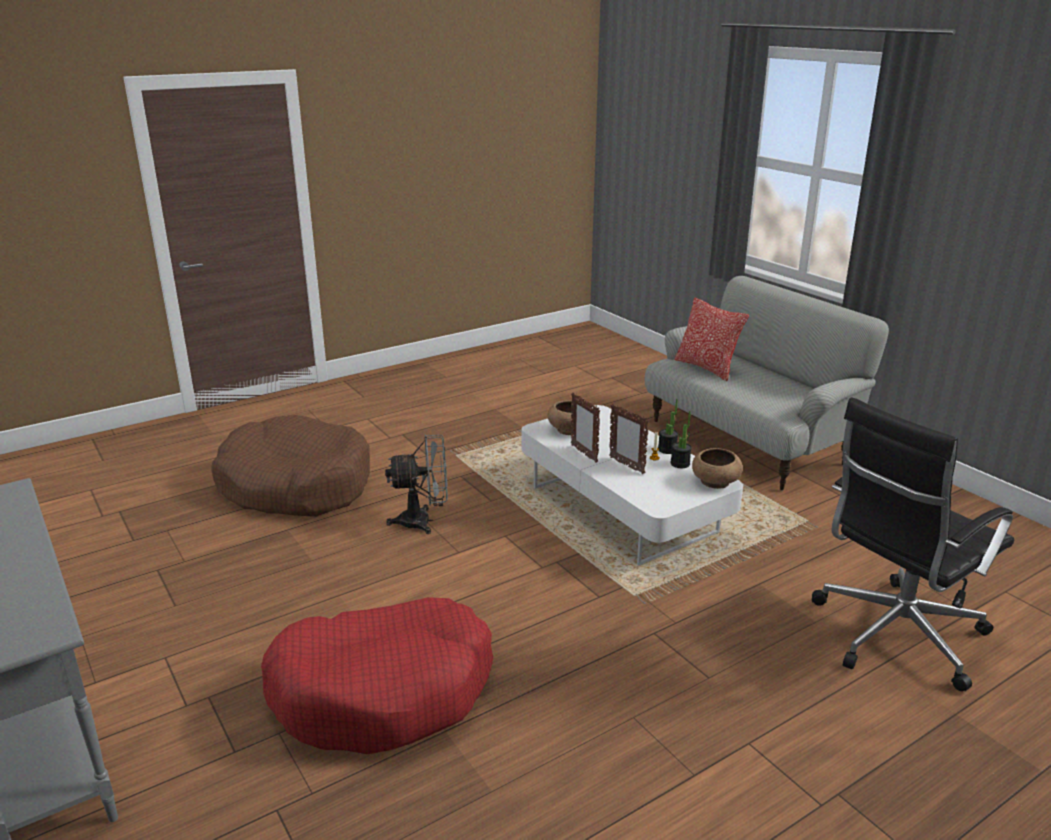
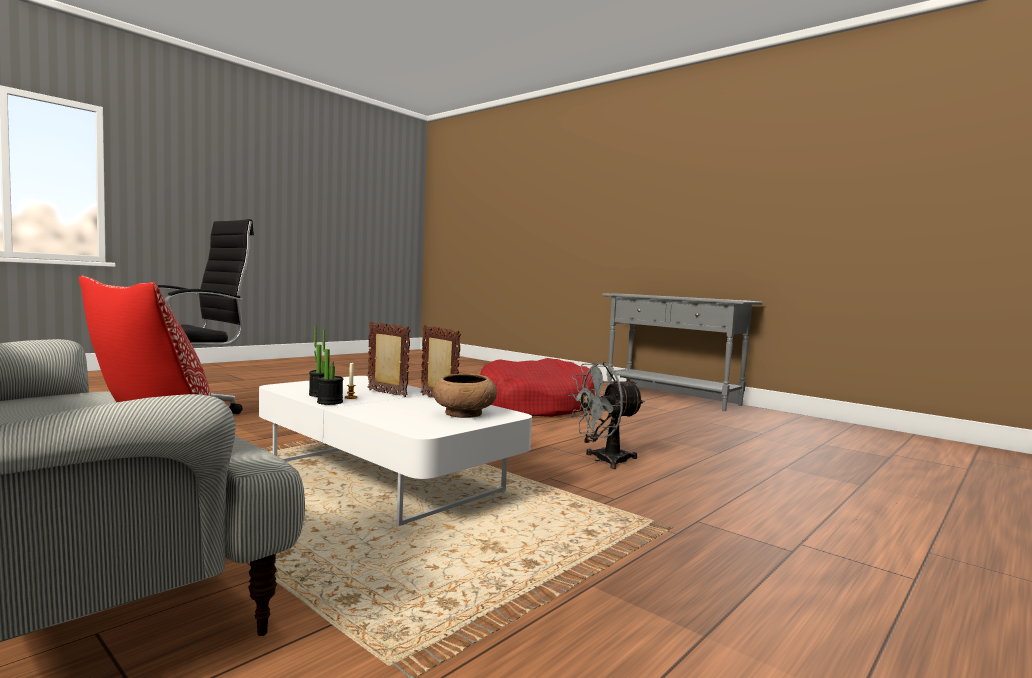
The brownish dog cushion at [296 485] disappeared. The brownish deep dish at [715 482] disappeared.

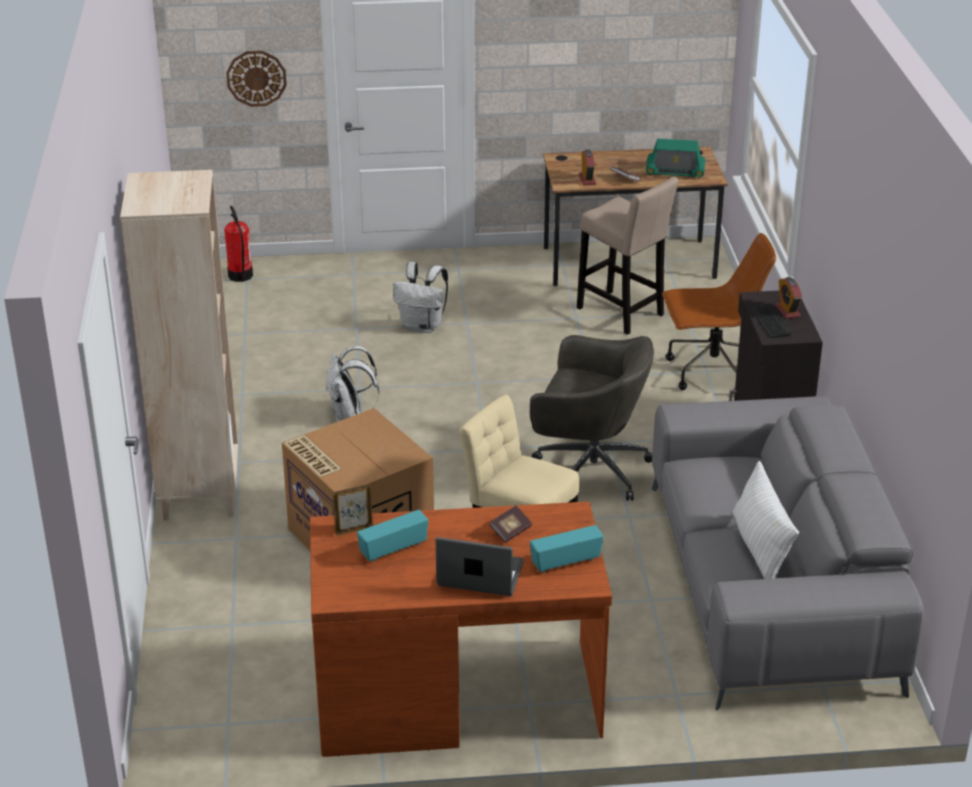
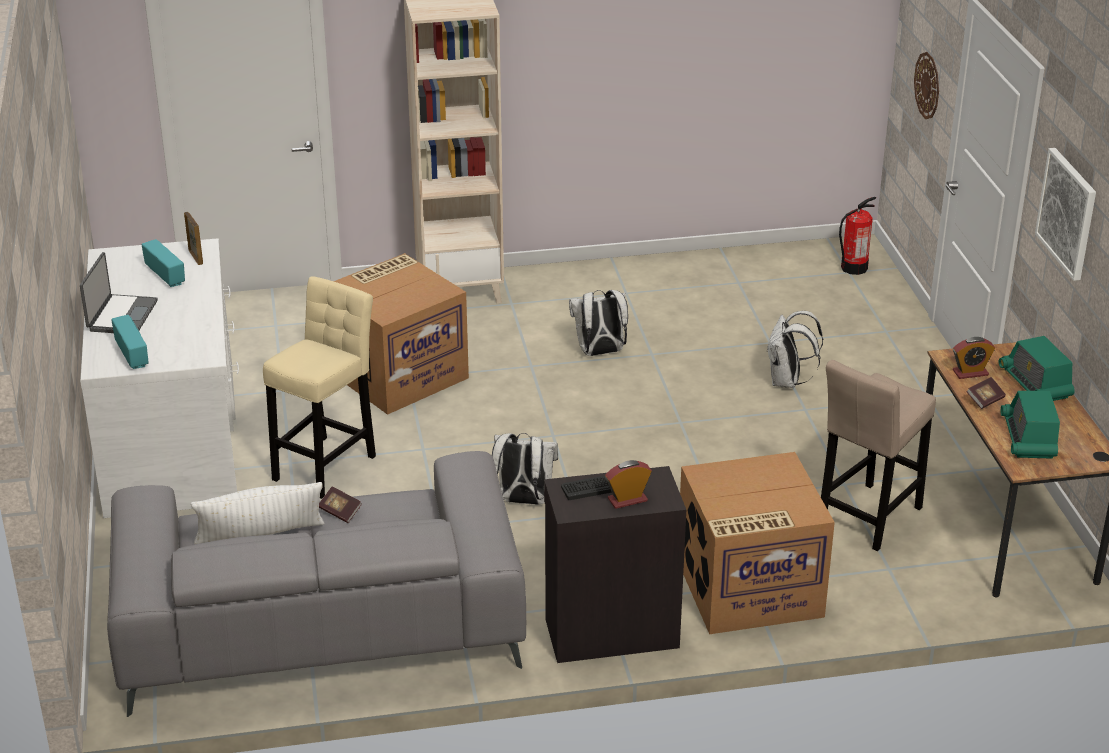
The brownish desk at [456 695] became the white desk at [172 438]. The bound book moved from [510 531] to [340 512]. The greyish desk chair at [588 469] was replaced by the white knapsack at [523 500]. The brownish desk chair at [711 372] was replaced by the cardboard box at [748 589]. The radio receiver at [1035 383] appeared. The wall art at [1067 213] appeared.

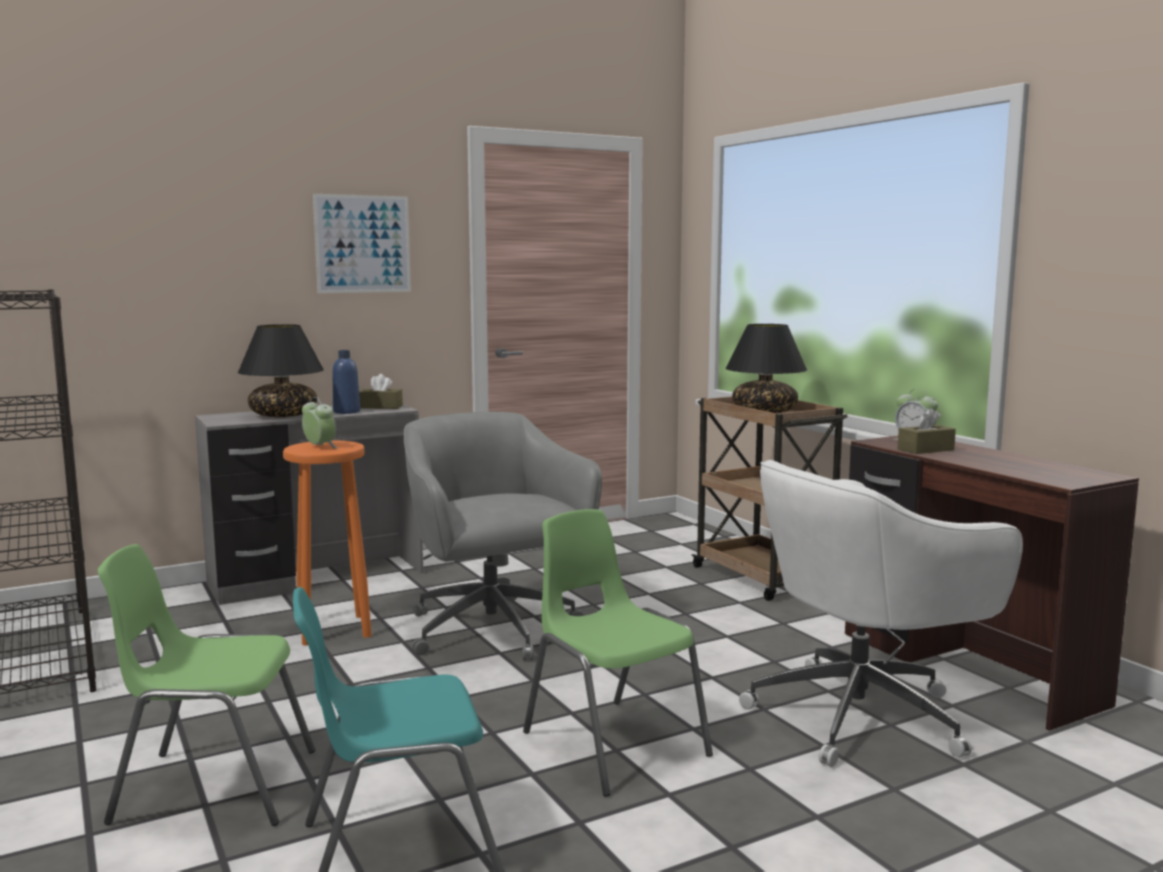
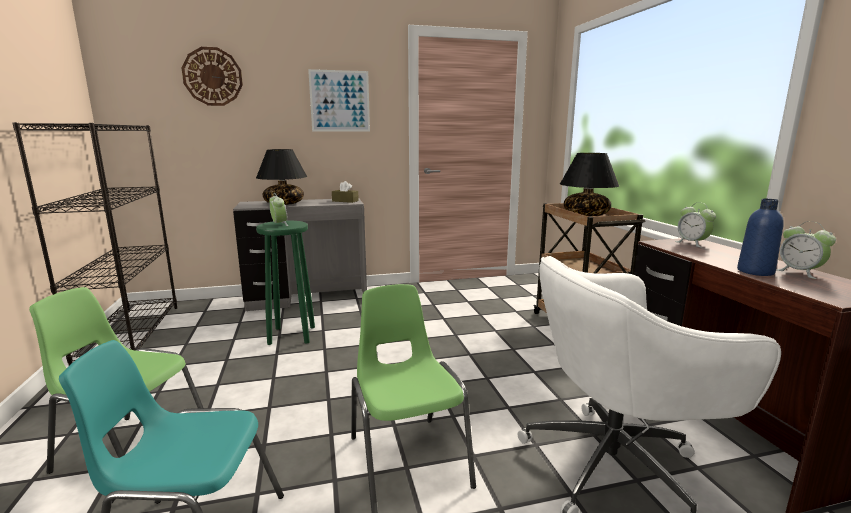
The wall clock at [212 76] appeared. The orangey sitting stool at [332 629] became the green sitting stool at [291 335]. The blue drink bottle moved from [346 412] to [755 271]. The alarm clock at [799 272] appeared. The greyish desk chair at [494 631] disappeared. The brownish box of tissues at [925 449] disappeared.

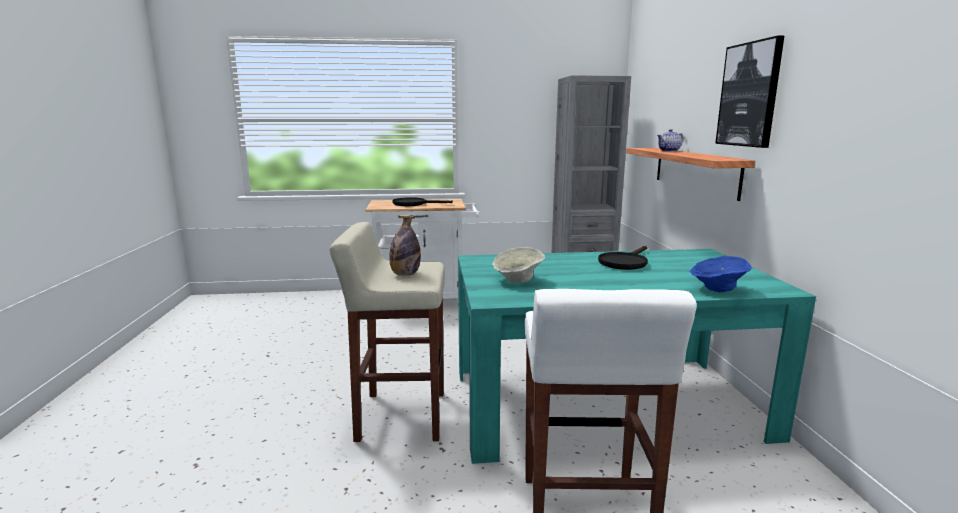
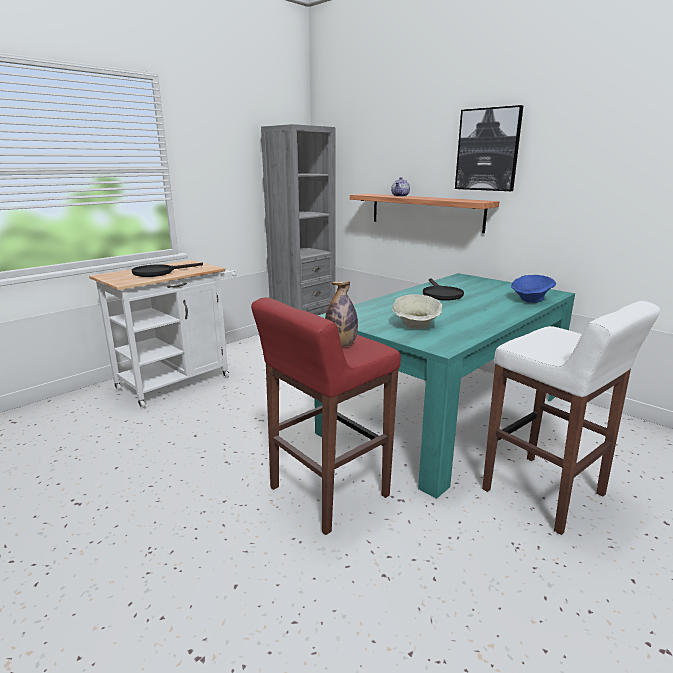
The beige sitting stool at [400 416] became the red-coloured sitting stool at [327 492].

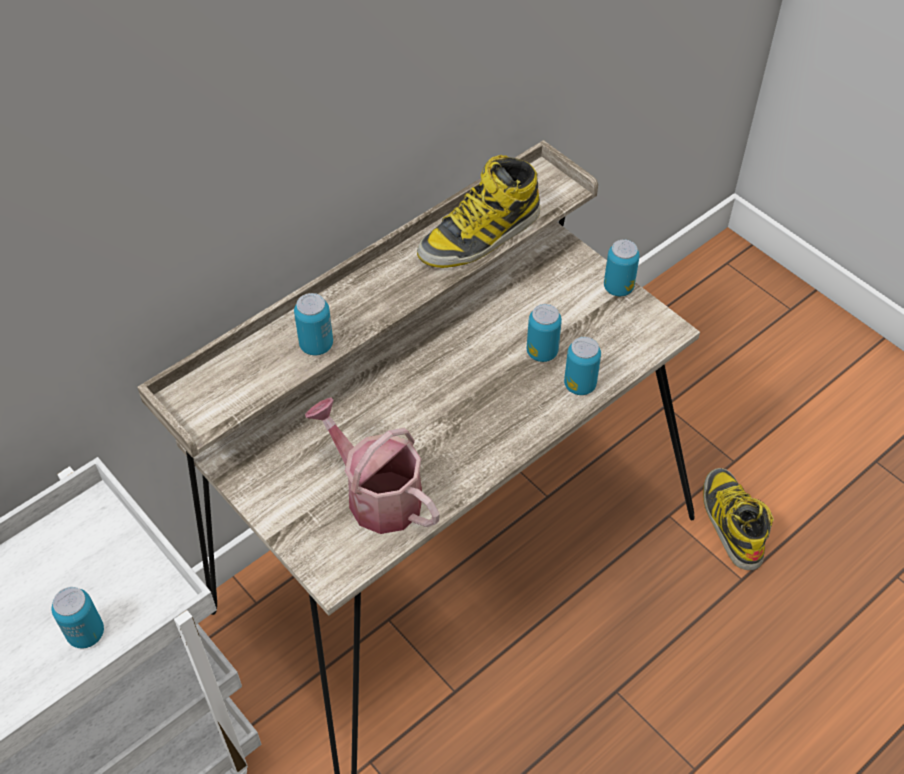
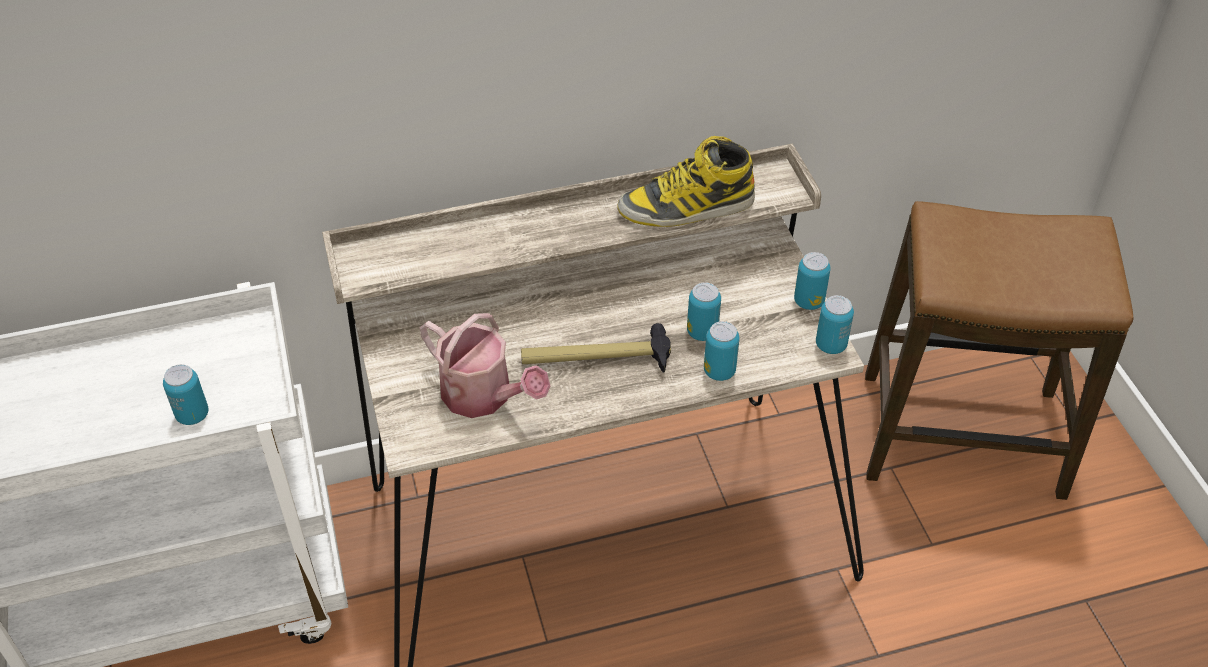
The sprinkling can at [376 494] turned 150 degrees clockwise. The hand hammer at [596 359] appeared. The can moved from [316 345] to [831 345]. The sitting stool at [960 436] appeared. The high-top boot at [731 522] disappeared.

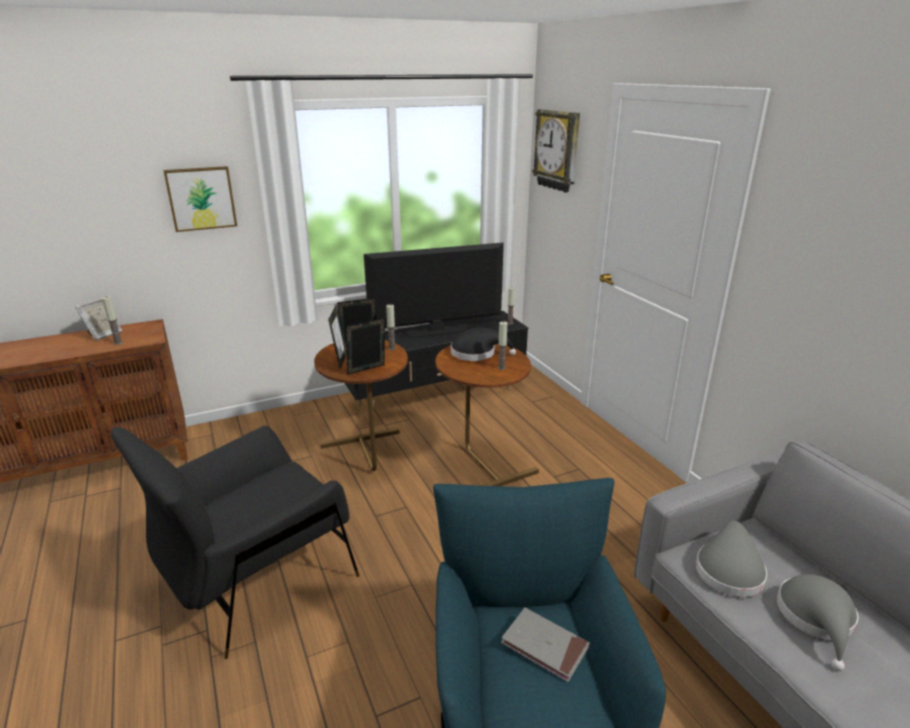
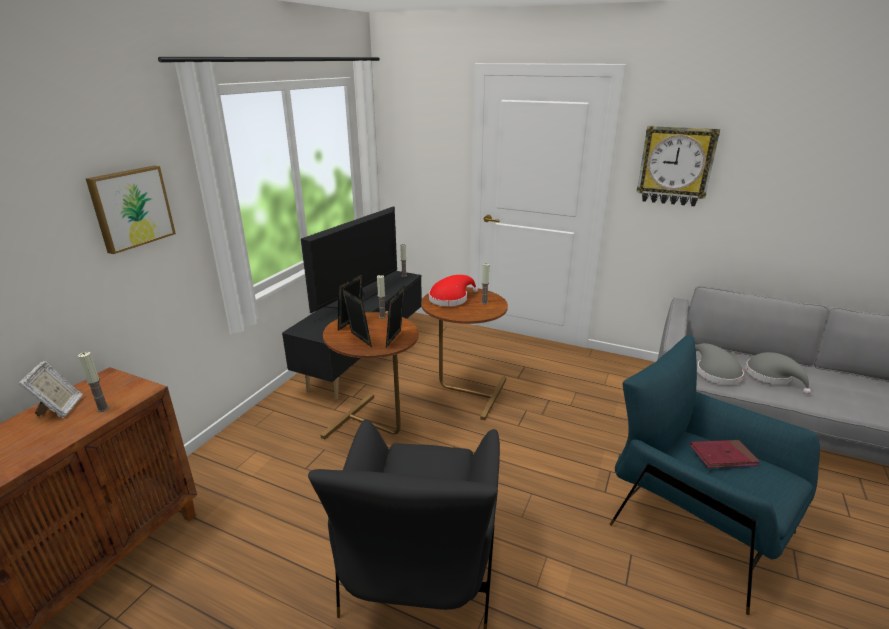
The black-coloured clothing hat at [477 353] became the red-coloured clothing hat at [451 299]. The wall clock moved from [558 150] to [675 166]. The greyish bound book at [544 646] became the red-coloured bound book at [723 456].

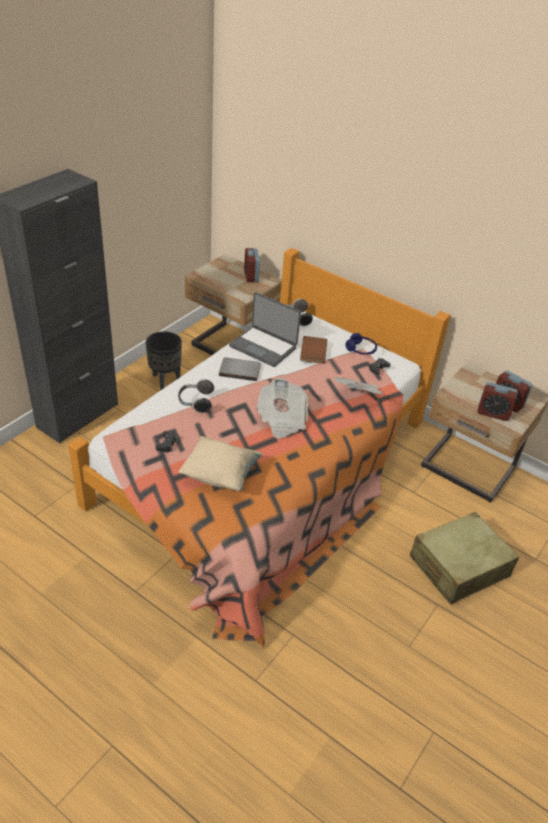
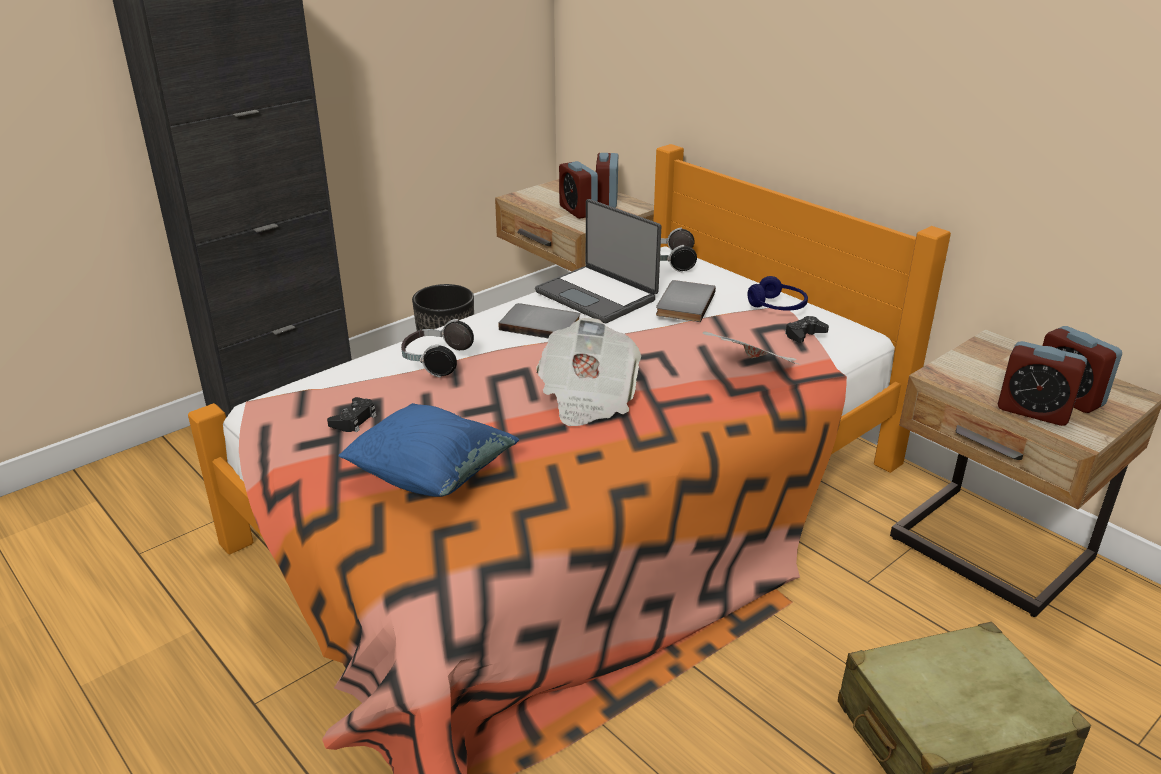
The beige pillow at [220 475] became the blue pillow at [431 476]. The alarm clock at [578 211] appeared. The brownish bound book at [312 351] became the greyish bound book at [683 303].

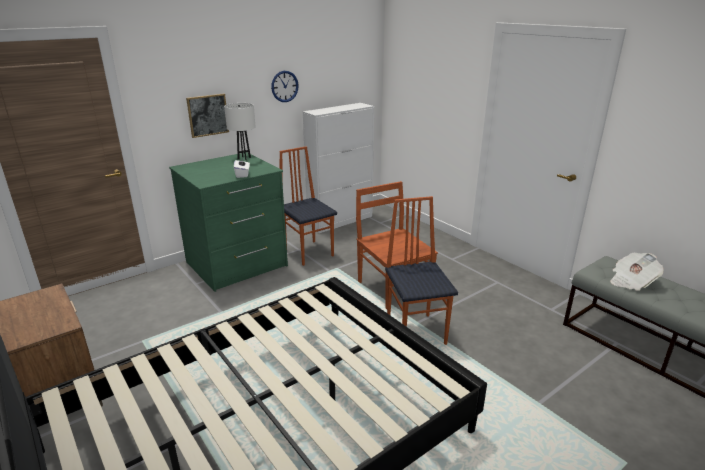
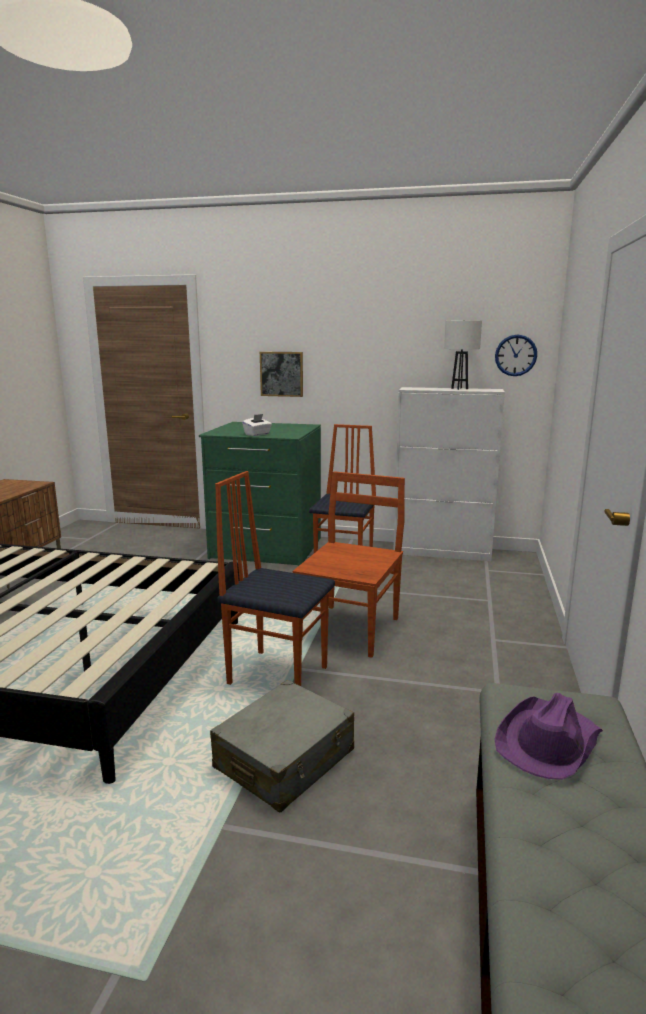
The greyish travel case at [285 760] appeared. The plain chair at [416 331] turned 105 degrees counterclockwise. The white lamp for a table moved from [244 158] to [459 388]. The daily paper at [631 281] was replaced by the purplish clothing hat at [548 742]. The wall clock moved from [284 86] to [515 355].

